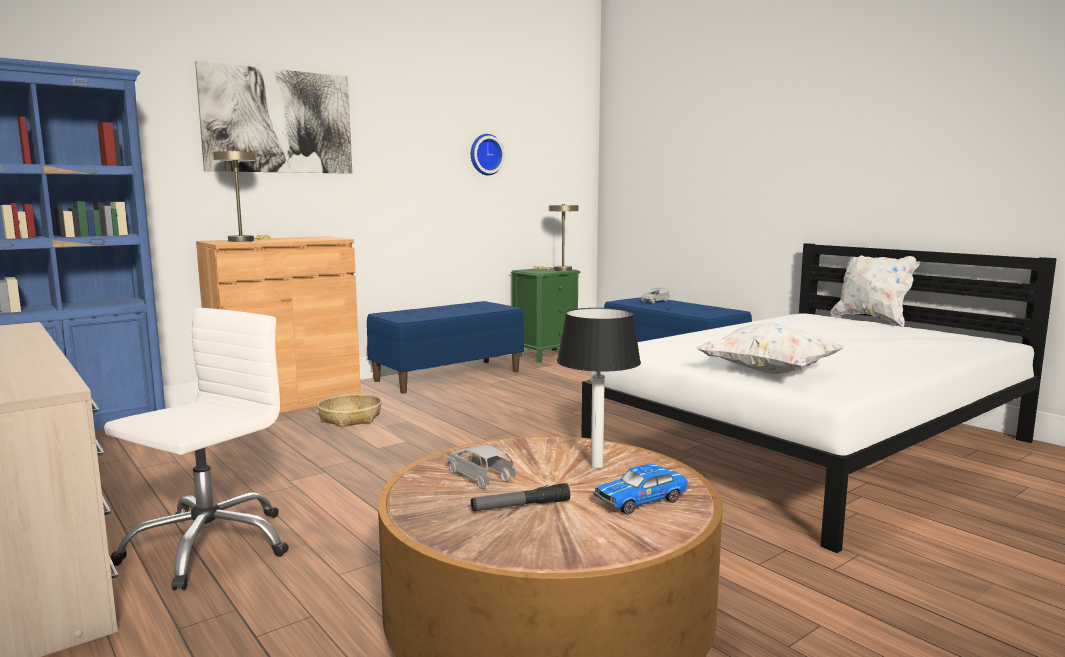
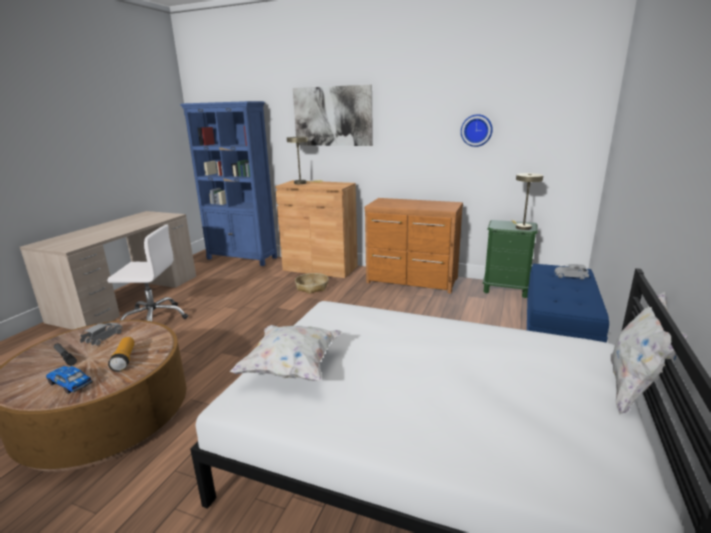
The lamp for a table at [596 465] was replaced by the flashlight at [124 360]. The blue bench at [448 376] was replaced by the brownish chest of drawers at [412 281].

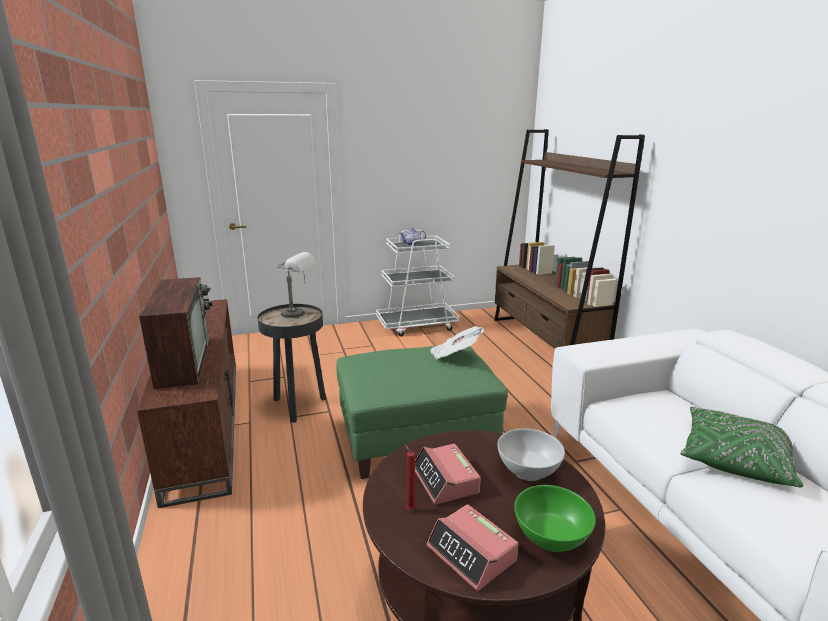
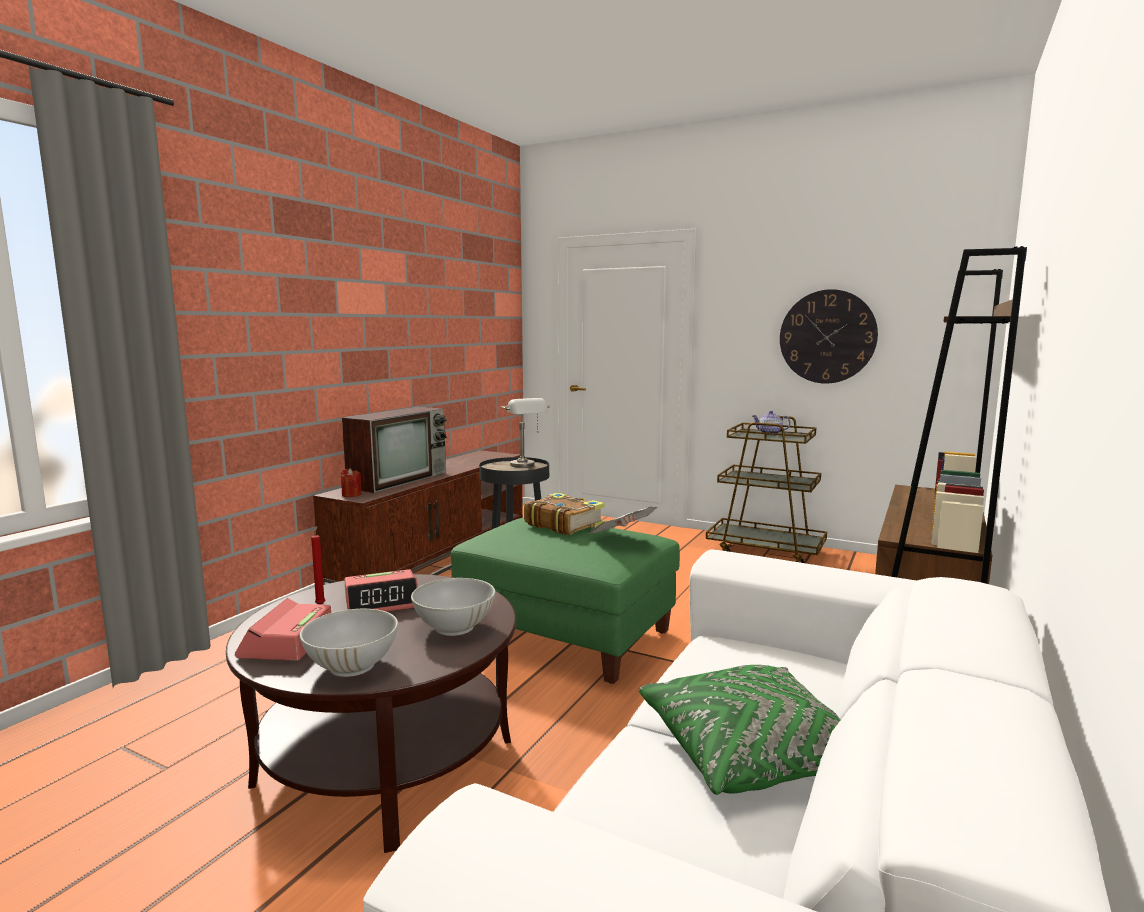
The green deep dish at [550 538] became the white deep dish at [352 666]. The red-coloured wax candle at [351 495] appeared. The alarm clock at [445 481] turned 135 degrees counterclockwise. The bound book at [563 524] appeared. The white trolley at [417 325] became the brownish trolley at [766 550]. The wall clock at [827 336] appeared.

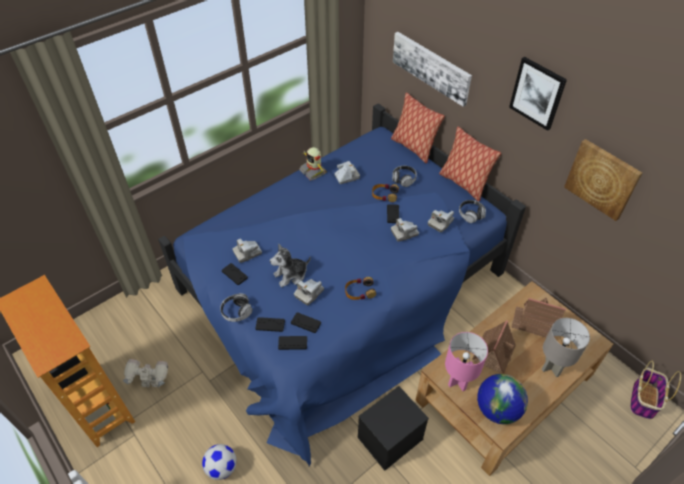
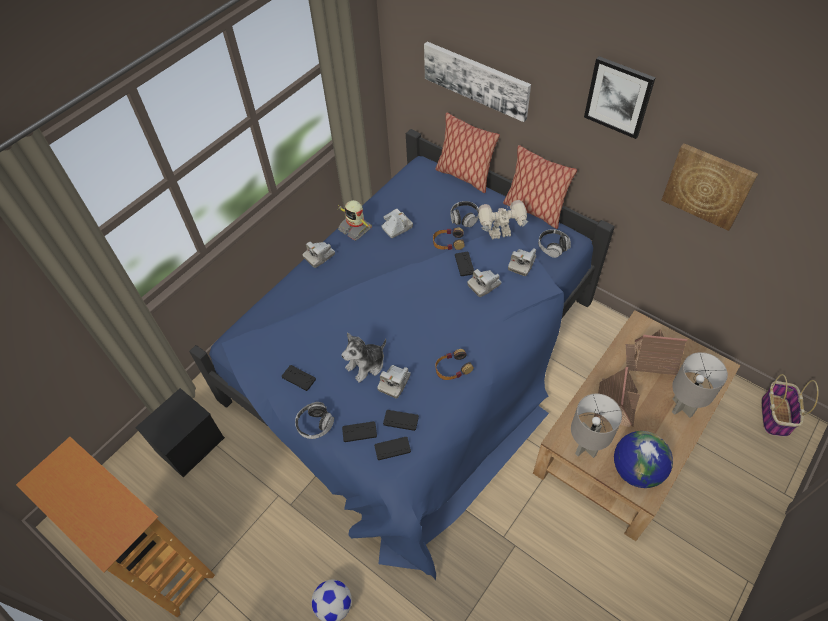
The black-coloured storage bin moved from [390 439] to [189 445]. The photo camera moved from [247 253] to [319 256]. The model robot moved from [152 384] to [500 235]. The pink-coloured lamp for a table at [458 382] became the greyish lamp for a table at [585 447].

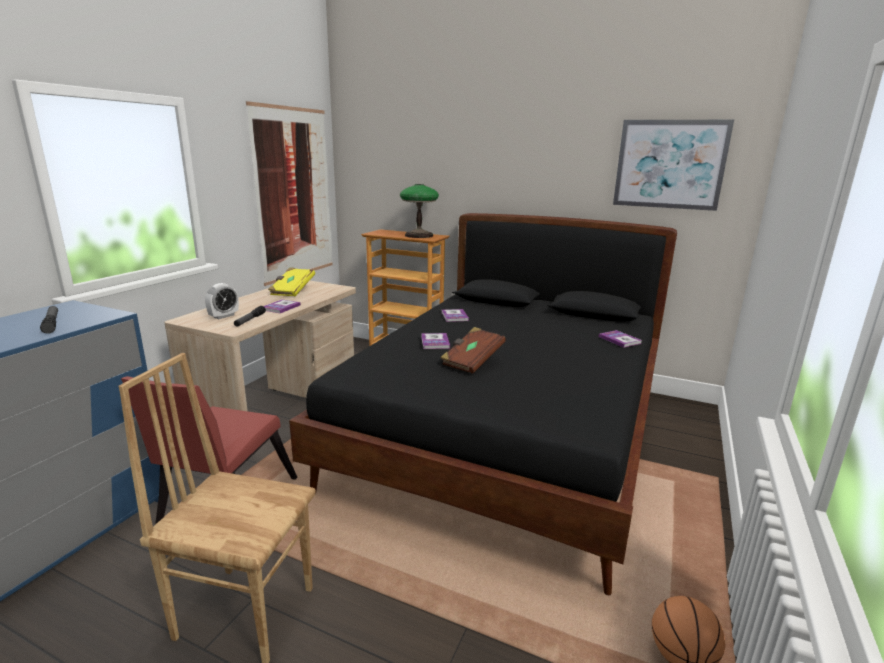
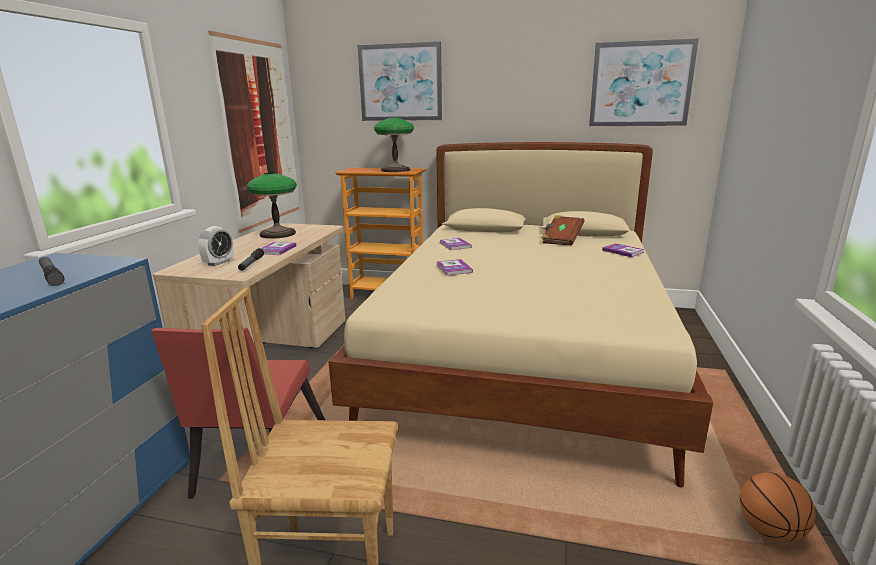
The yellow-coloured bound book at [292 291] was replaced by the lamp for a table at [277 234]. The black-coloured bedroom bed at [508 436] became the beige bedroom bed at [523 358]. The wall art at [400 83] appeared. The brownish bound book moved from [472 361] to [561 240].

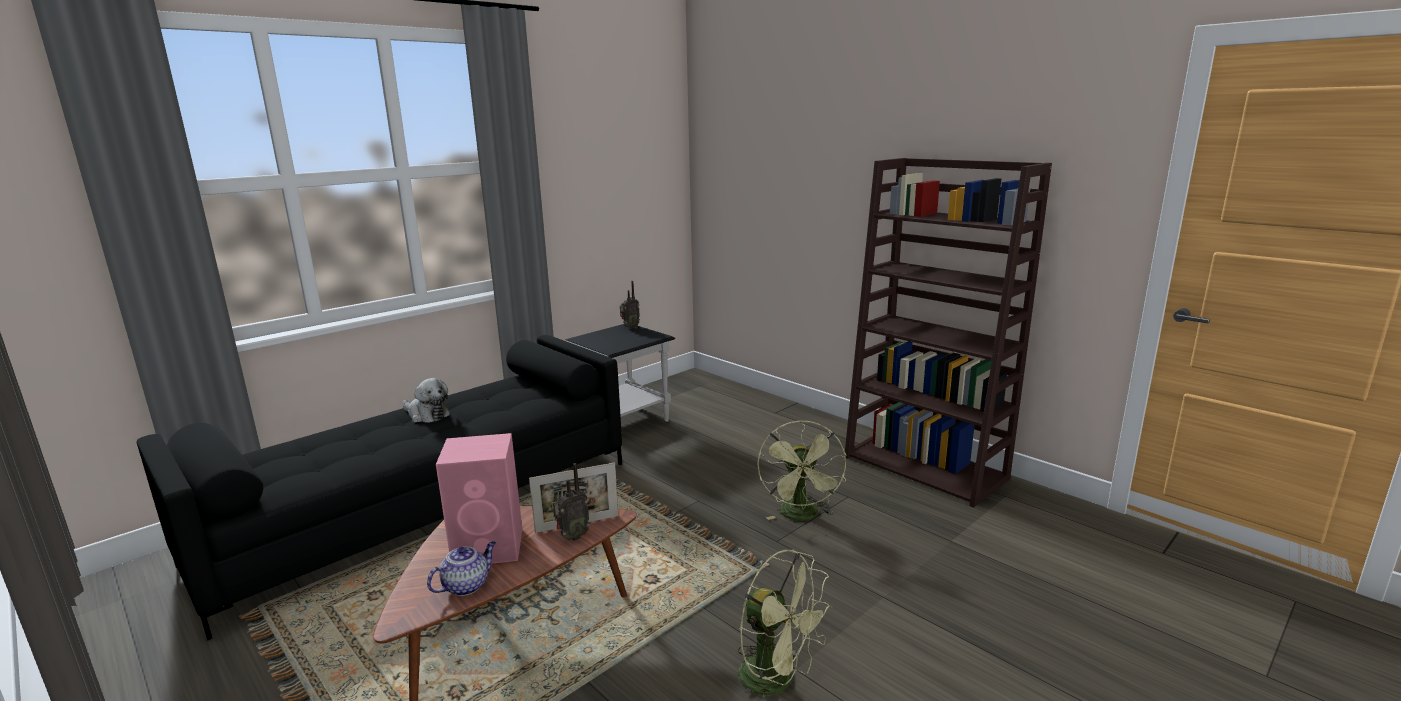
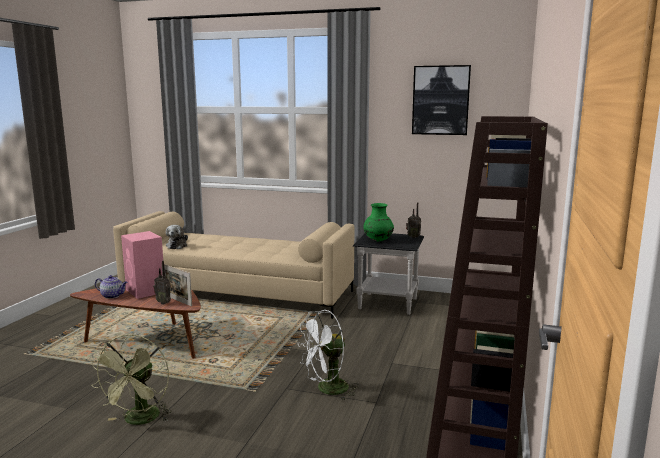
The black-coloured sofa at [425 508] became the beige sofa at [238 292]. The cuddly toy moved from [427 415] to [177 245]. The green cooling fan at [801 516] became the white cooling fan at [327 390]. The green decorative vase at [378 240] appeared. The wall art at [440 100] appeared.

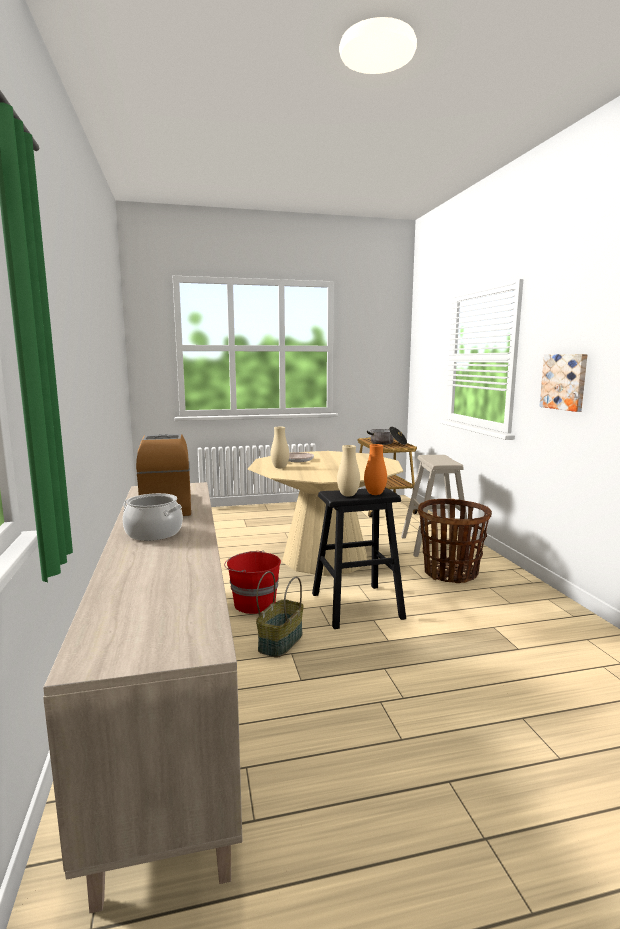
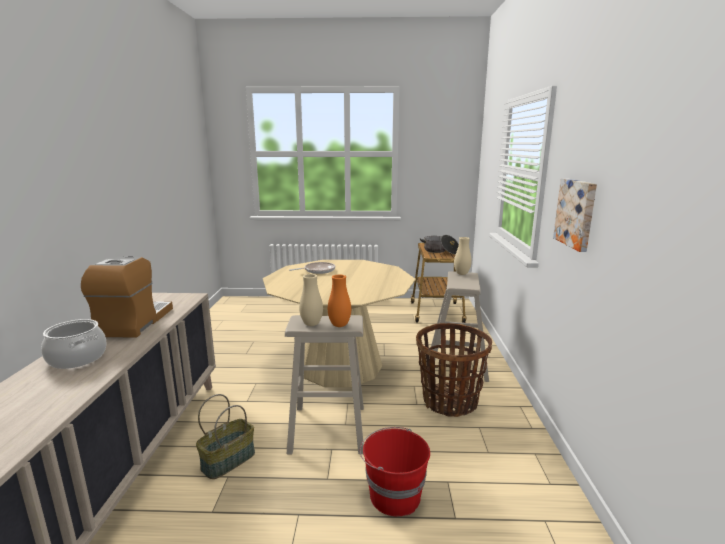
The black-coloured sitting stool at [356 606] became the beige sitting stool at [327 429]. The red-coloured bucket moved from [253 604] to [393 495]. The beige decorative vase moved from [280 467] to [461 274].

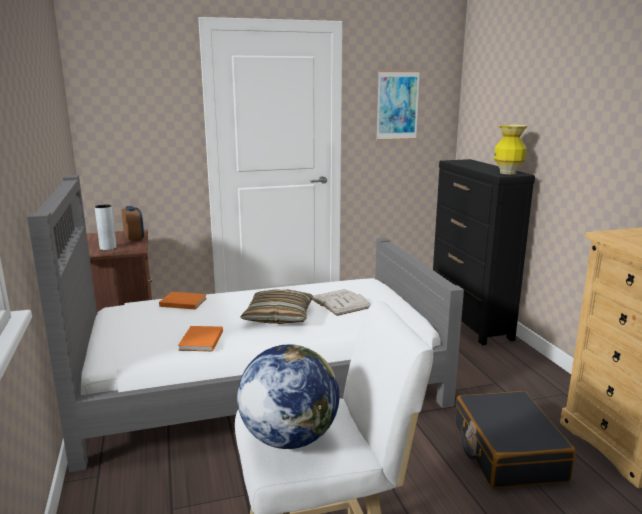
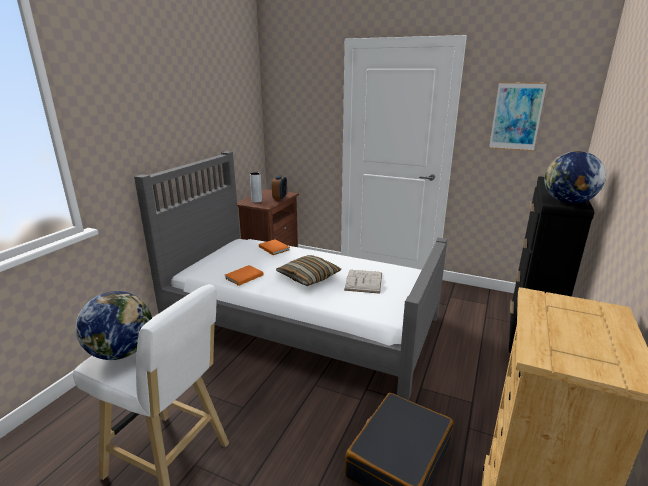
The decorative vase at [508 173] was replaced by the world globe at [568 202].

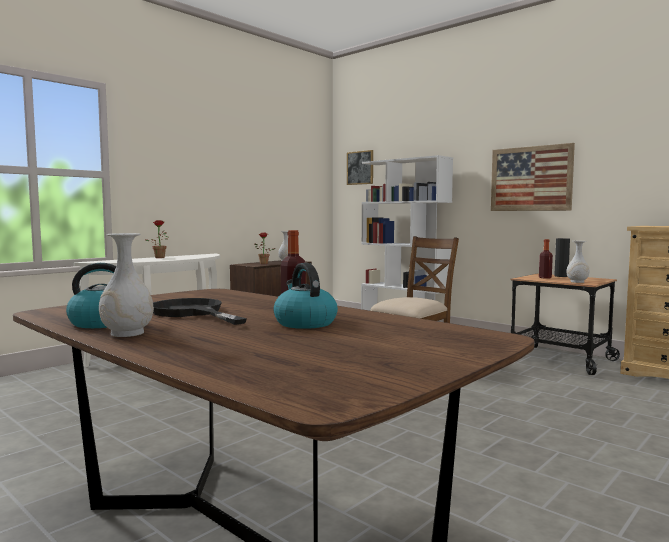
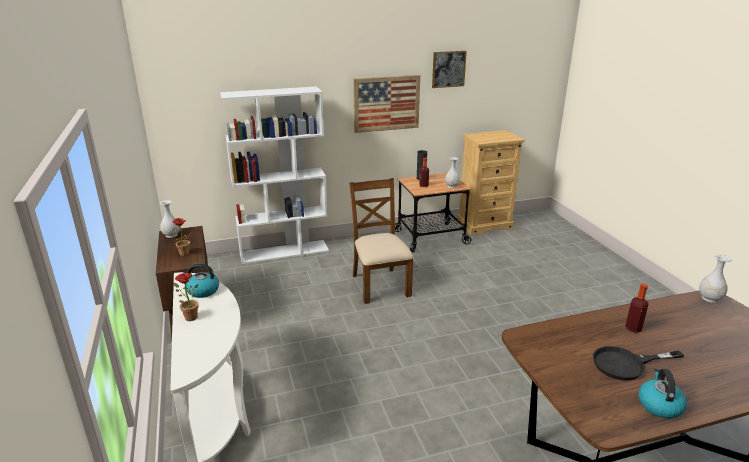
The tea kettle moved from [304 323] to [202 291]. The wall art moved from [360 168] to [448 69]. The white decorative vase moved from [127 333] to [709 298].

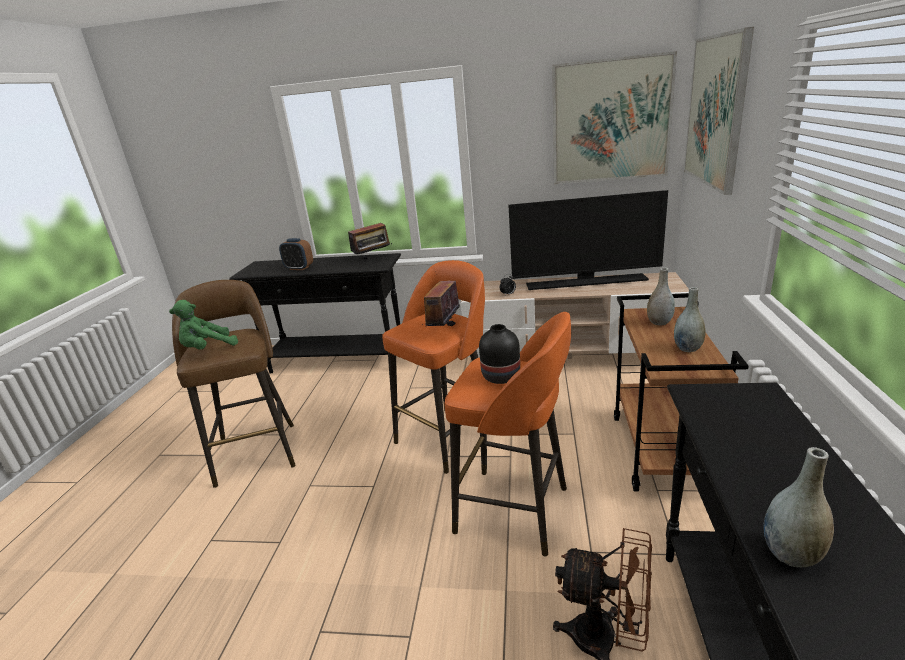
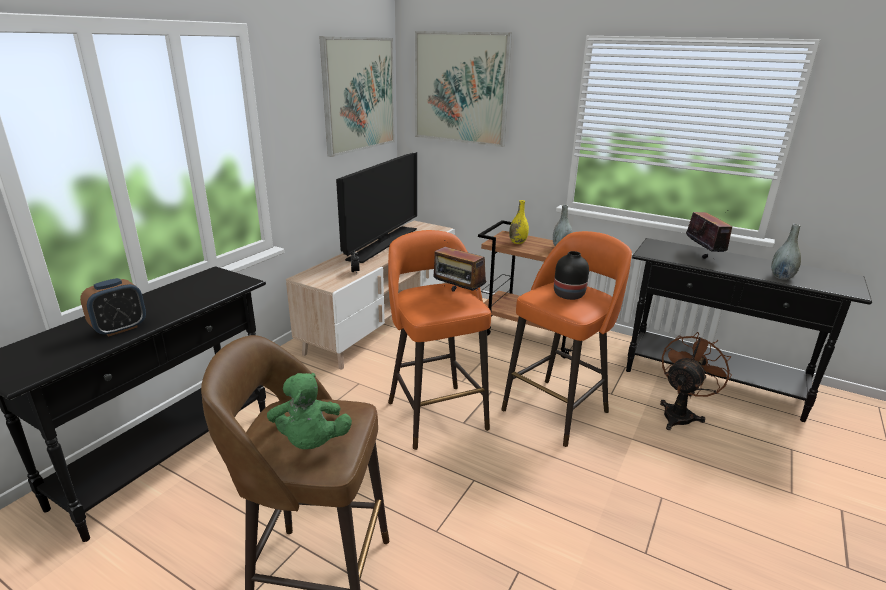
The greyish decorative vase at [659 322] became the yellow-coloured decorative vase at [517 242]. The radio receiver moved from [373 258] to [703 255].

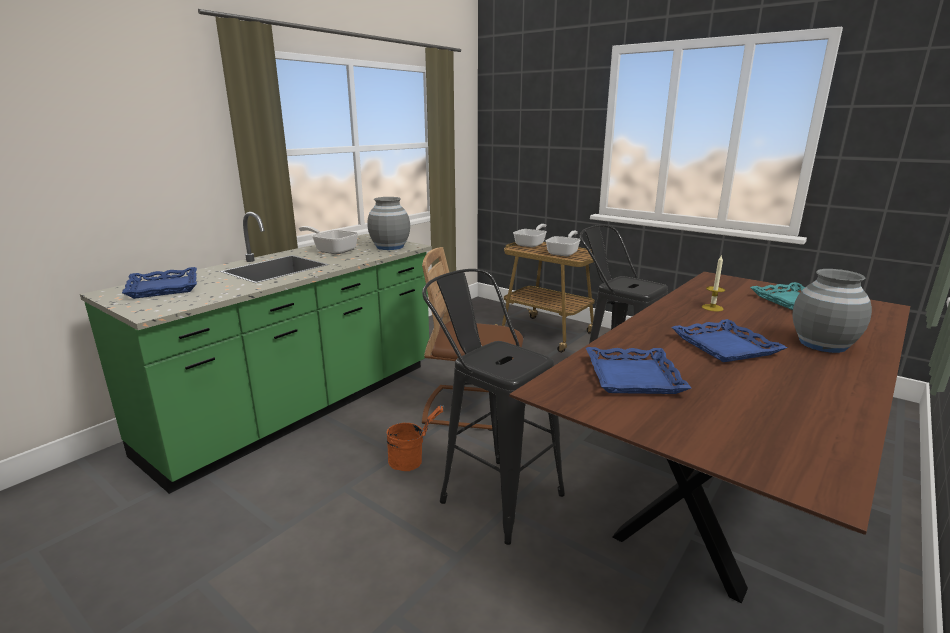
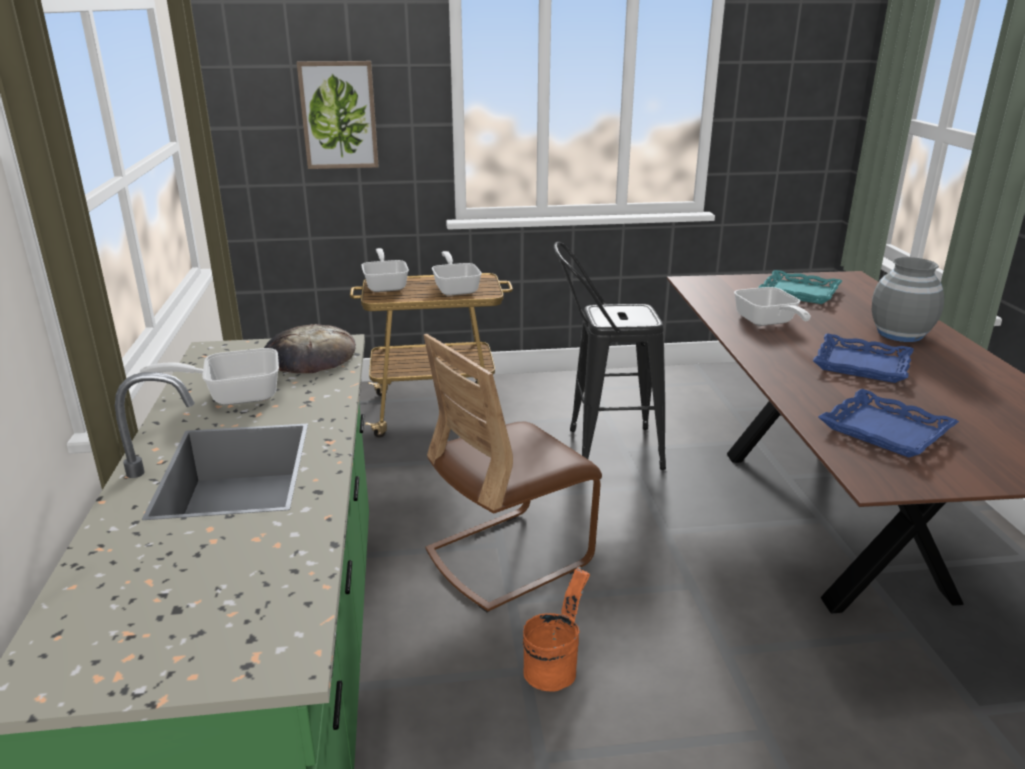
The greyish decorative vase at [390 247] was replaced by the baked bread at [310 356]. The wall art at [339 115] appeared. The wax candle at [712 308] was replaced by the skillet at [767 322]. The blue tray at [164 288] disappeared. The black-coloured sitting stool at [492 492] disappeared.

